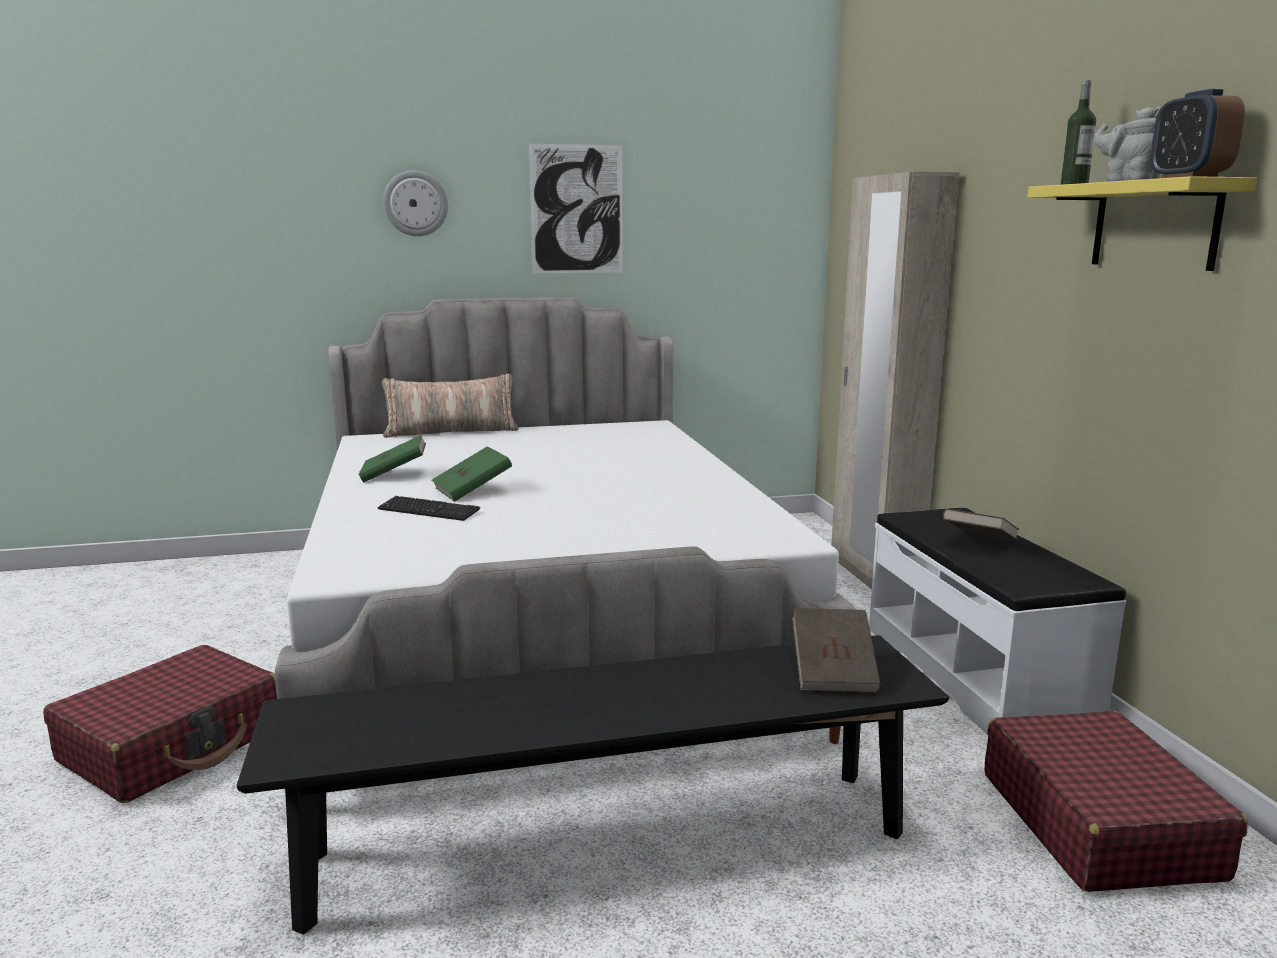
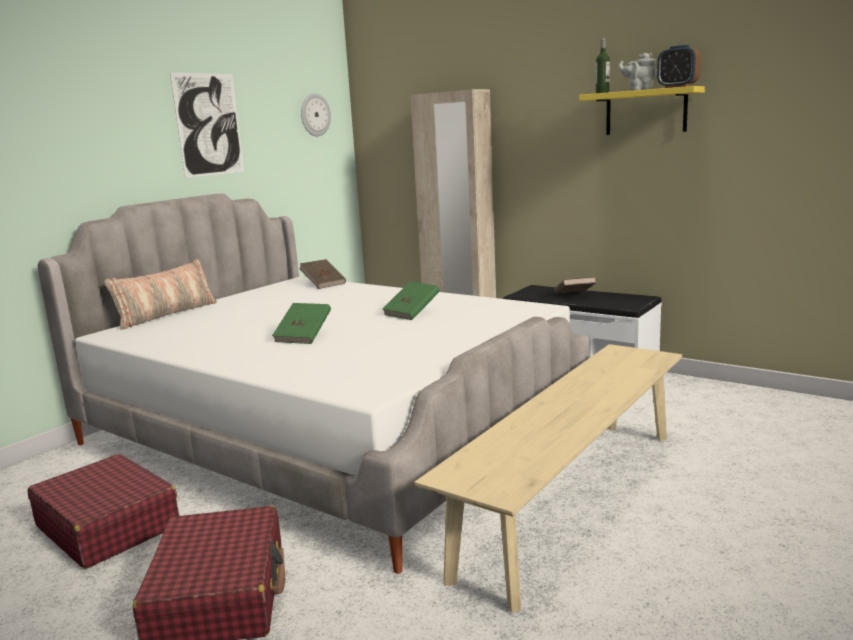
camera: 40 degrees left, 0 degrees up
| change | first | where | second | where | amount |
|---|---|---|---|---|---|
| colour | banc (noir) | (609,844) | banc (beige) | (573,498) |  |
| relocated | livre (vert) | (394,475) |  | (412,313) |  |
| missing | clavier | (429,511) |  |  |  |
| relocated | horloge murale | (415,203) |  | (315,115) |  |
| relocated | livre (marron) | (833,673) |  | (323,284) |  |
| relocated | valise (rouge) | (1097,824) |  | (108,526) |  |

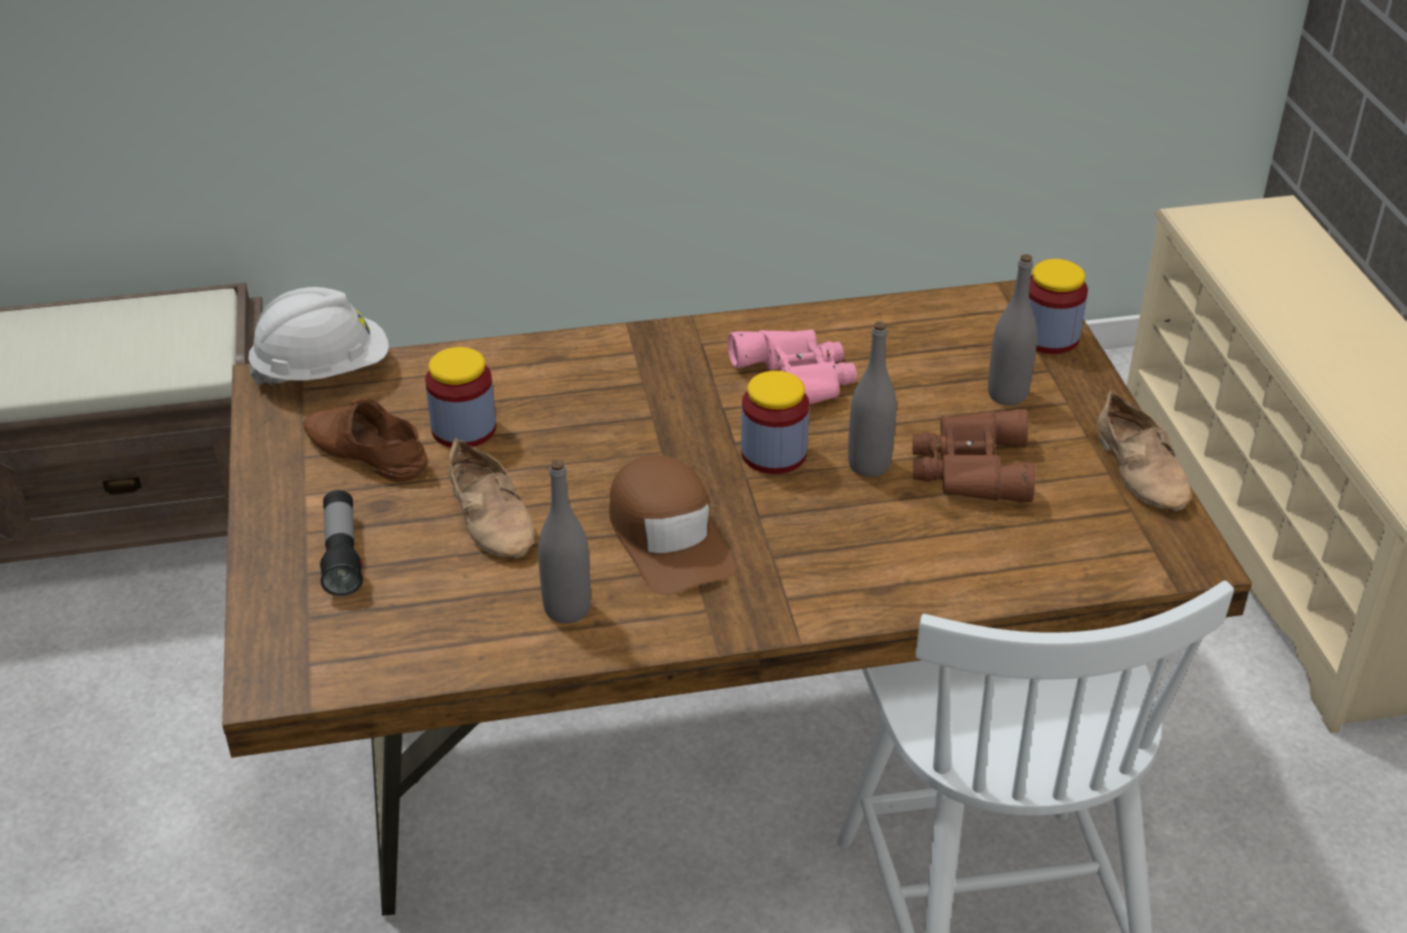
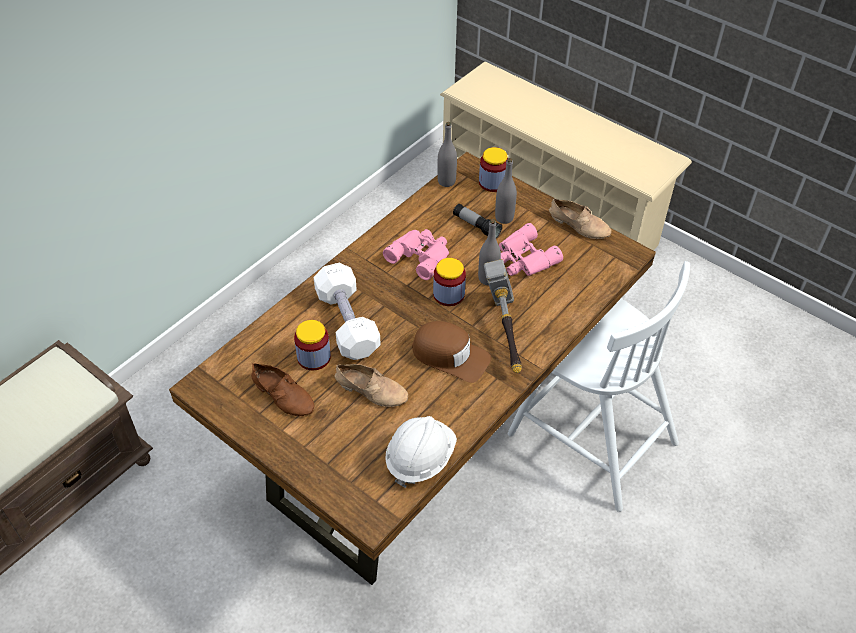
camera: 40 degrees left, 10 degrees up
| change | first | where | second | where | amount |
|---|---|---|---|---|---|
| relocated | casque de chantier (blanc) | (323,371) |  | (420,458) |  |
| spun | chaussure (marron) | (364,452) |  | (284,394) | 135 degrees counterclockwise |
| relocated | lampe de poche | (342,555) |  | (476,226) |  |
| relocated | bouteille (gris) | (567,609) |  | (446,181) |  |
| colour | jumelles (marron) | (969,468) | jumelles (rose) | (523,259) |  |
| appeared |  |  | haltère (blanc) | (347,323) |  |
| appeared |  |  | marteau | (504,331) |  |

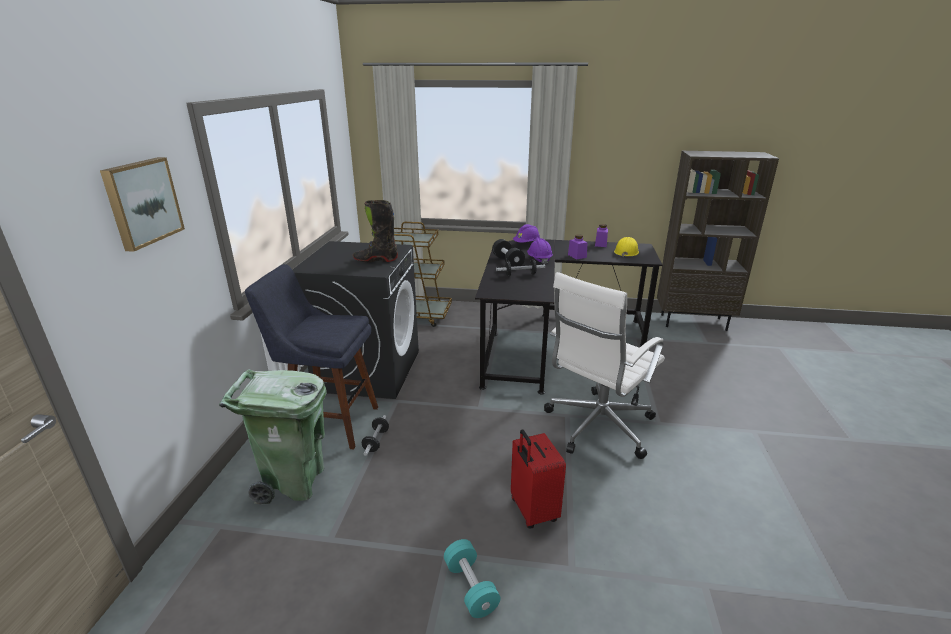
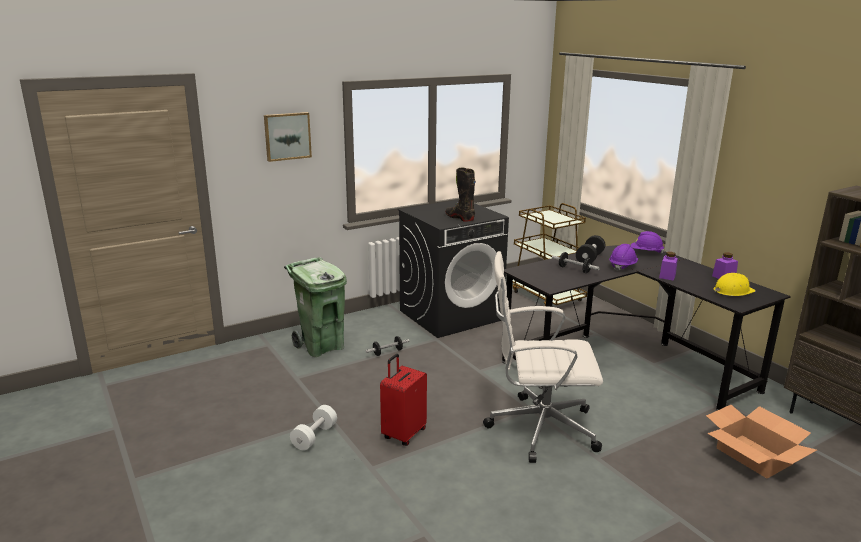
camera: 50 degrees right, 5 degrees down
| change | first | where | second | where | amount |
|---|---|---|---|---|---|
| missing | tabouret (bleu) | (329,422) |  |  |  |
| colour | haltère (turquoise) | (470,587) | haltère (blanc) | (314,436) |  |
| appeared |  |  | carton | (754,456) |  |

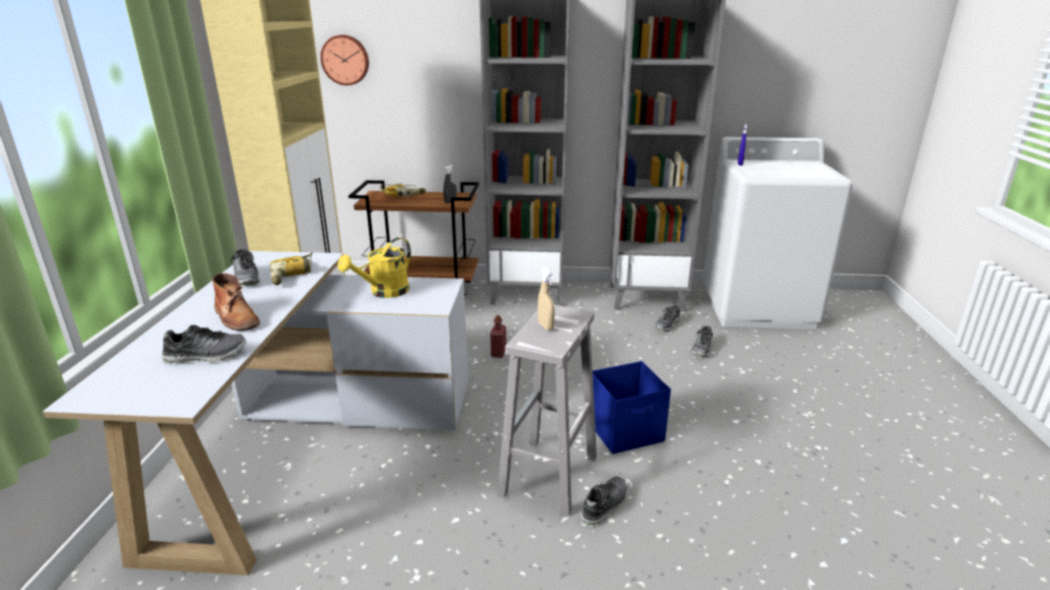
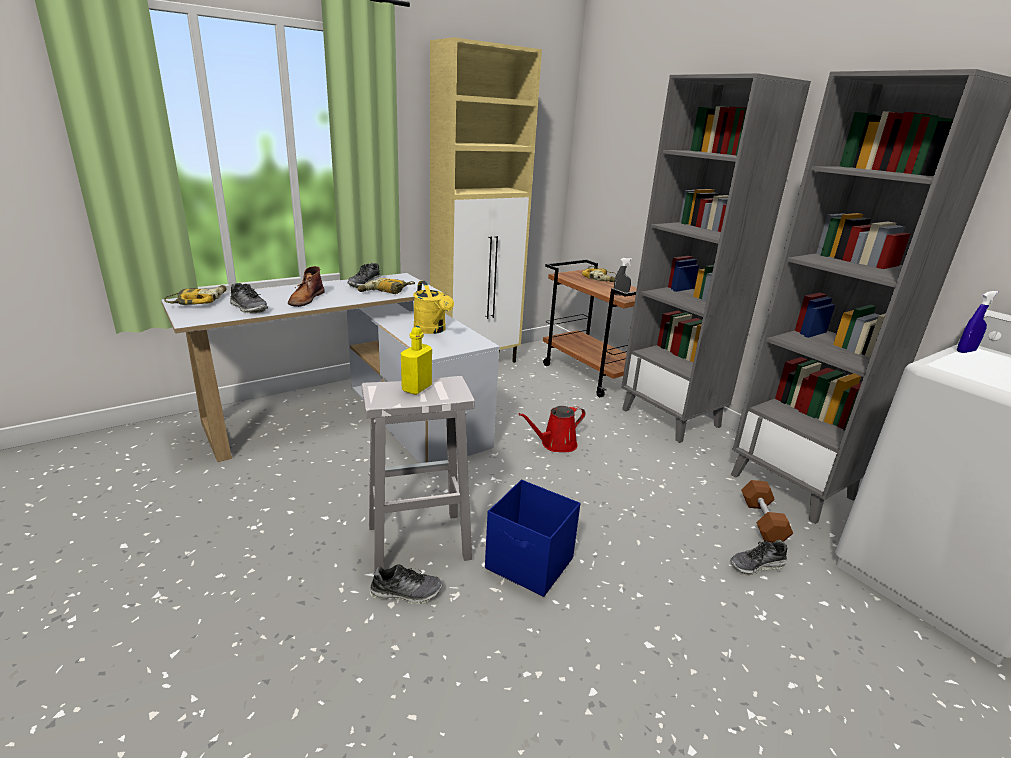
camera: 50 degrees right, 0 degrees up
| change | first | where | second | where | amount |
|---|---|---|---|---|---|
| missing | horloge murale | (345,60) |  |  |  |
| spun | arrosoir (jaune) | (384,292) |  | (432,330) | 120 degrees counterclockwise |
| exchanged | bouteille (rouge) | (498,353) | arrosoir (rouge) | (556,444) |  |
| exchanged | vaporisateur (beige) | (545,326) | bouteille (jaune) | (416,388) |  |
| exchanged | chaussure | (667,325) | haltère (marron) | (762,521) |  |
| appeared |  |  | perceuse | (199,301) |  |

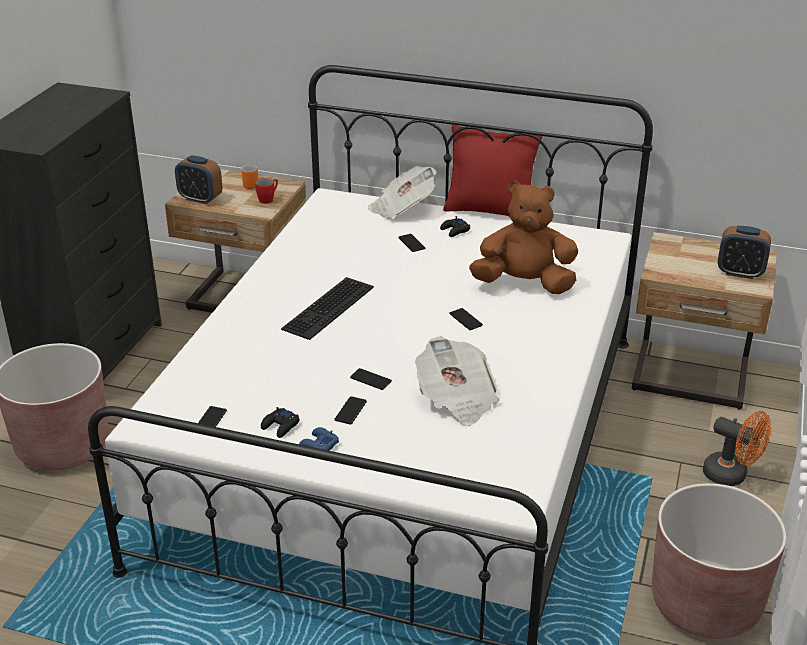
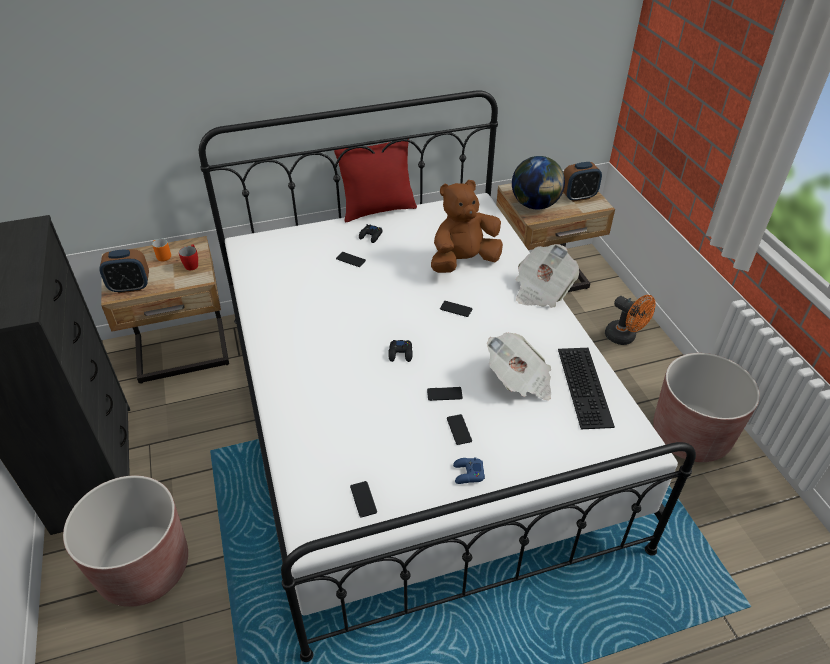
camera: 35 degrees left, 10 degrees up
| change | first | where | second | where | amount |
|---|---|---|---|---|---|
| relocated | manette (noir) | (280,426) |  | (400,353) |  |
| relocated | clavier | (330,309) |  | (587,387) |  |
| relocated | journal | (402,208) |  | (542,290) |  |
| spun | ventilateur (orange) | (732,475) |  | (624,337) | 45 degrees clockwise |
| appeared |  |  | globe | (535,205) |  |

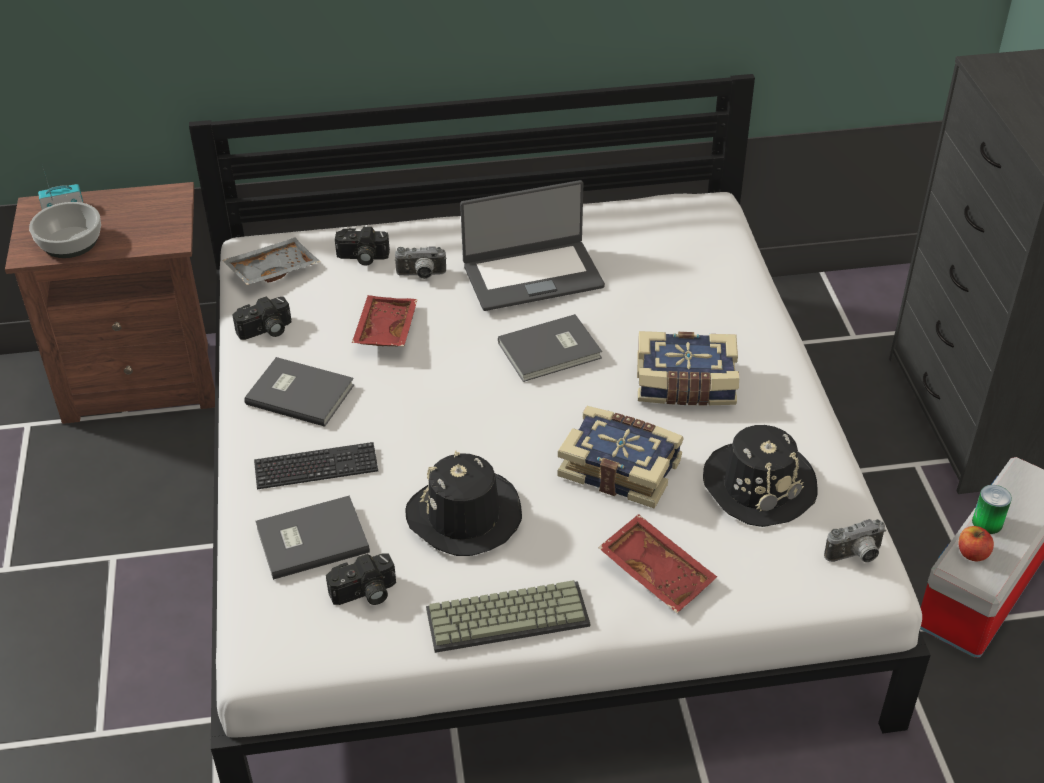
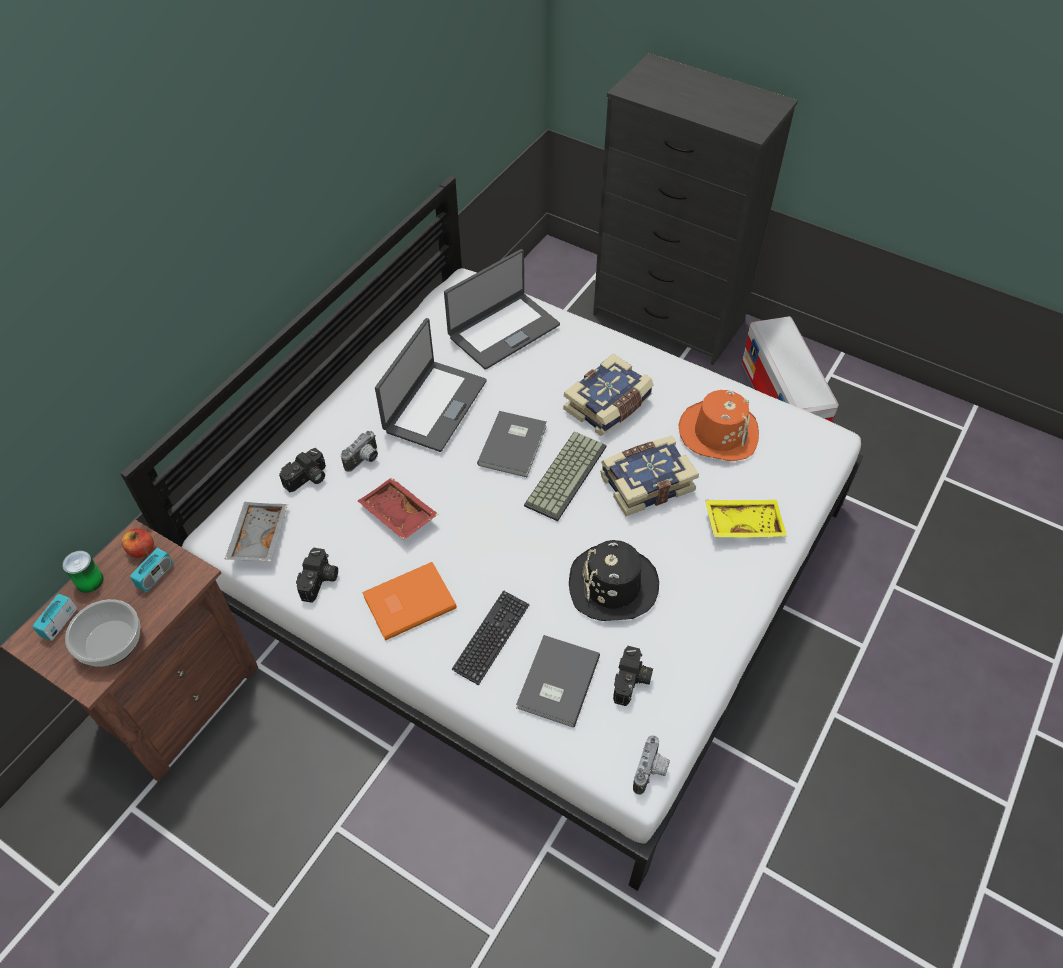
camera: 50 degrees left, 10 degrees up
| change | first | where | second | where | amount |
|---|---|---|---|---|---|
| colour | livre (gris) | (300,392) | livre (orange) | (407,601) |  |
| relocated | clavier | (508,615) |  | (564,474) |  |
| colour | plateau (rouge) | (657,571) | plateau (jaune) | (743,523) |  |
| colour | chapeau (noir) | (758,485) | chapeau (orange) | (718,432) |  |
| relocated | appareil photo | (856,556) |  | (651,772) |  |
| relocated | pomme | (972,553) |  | (141,550) |  |
| relocated | boîte métallique | (987,522) |  | (89,581) |  |
| appeared |  |  | radio | (155,576) |  |
| appeared |  |  | ordinateur portable | (503,330) |  |

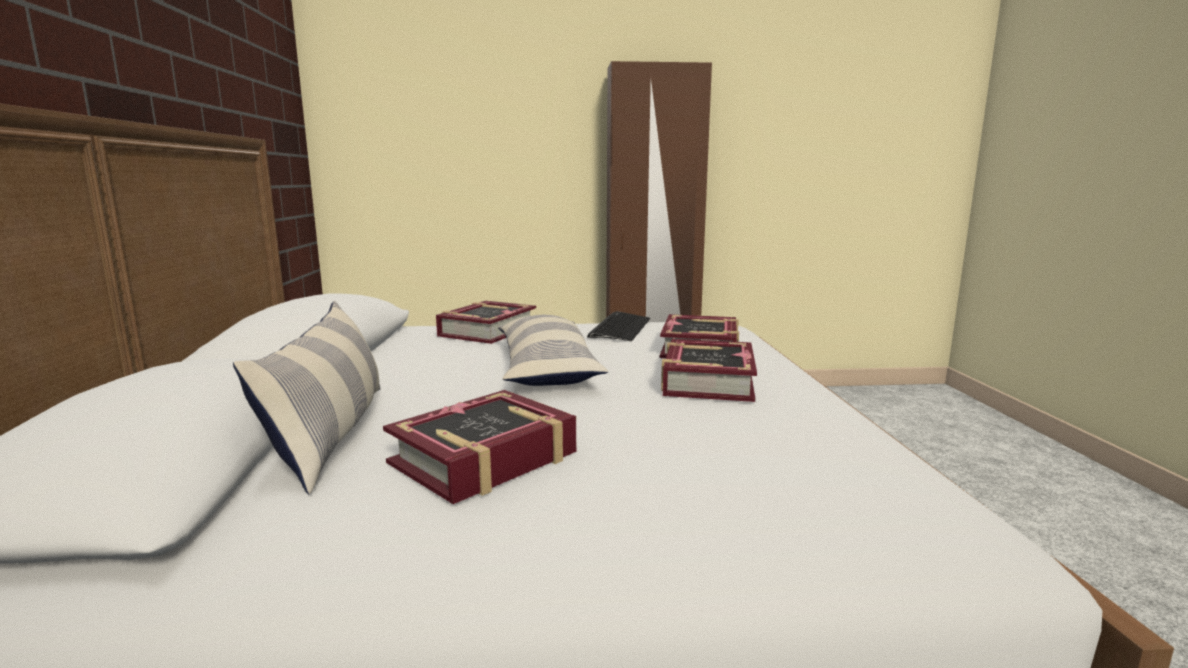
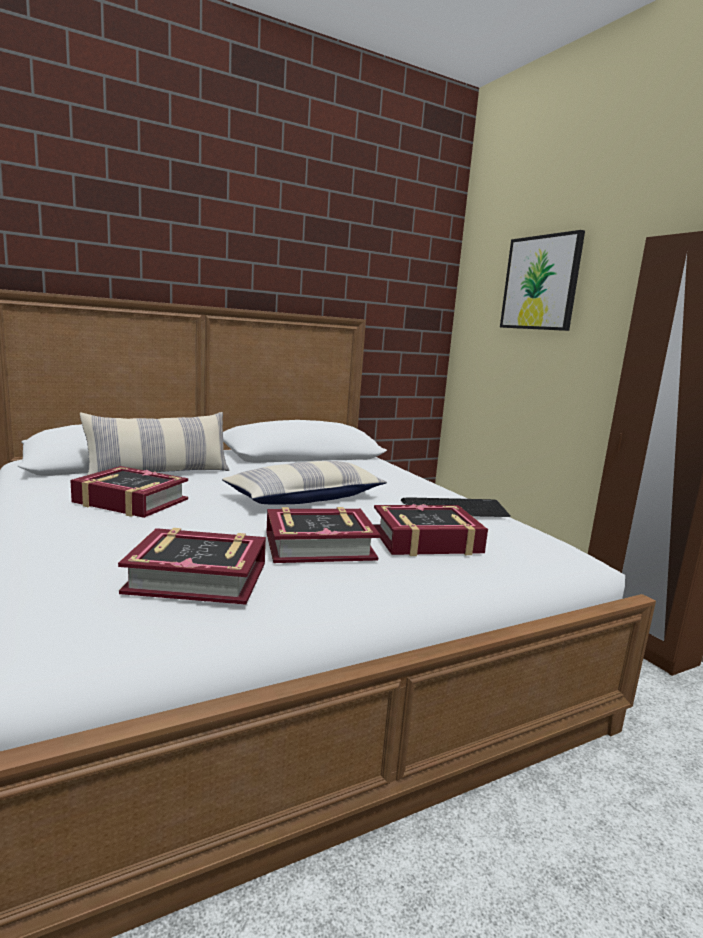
camera: 65 degrees right, 0 degrees up
| change | first | where | second | where | amount |
|---|---|---|---|---|---|
| relocated | livre | (487,331) |  | (198,578) |  |
| appeared |  |  | tableau | (541,283) |  |

